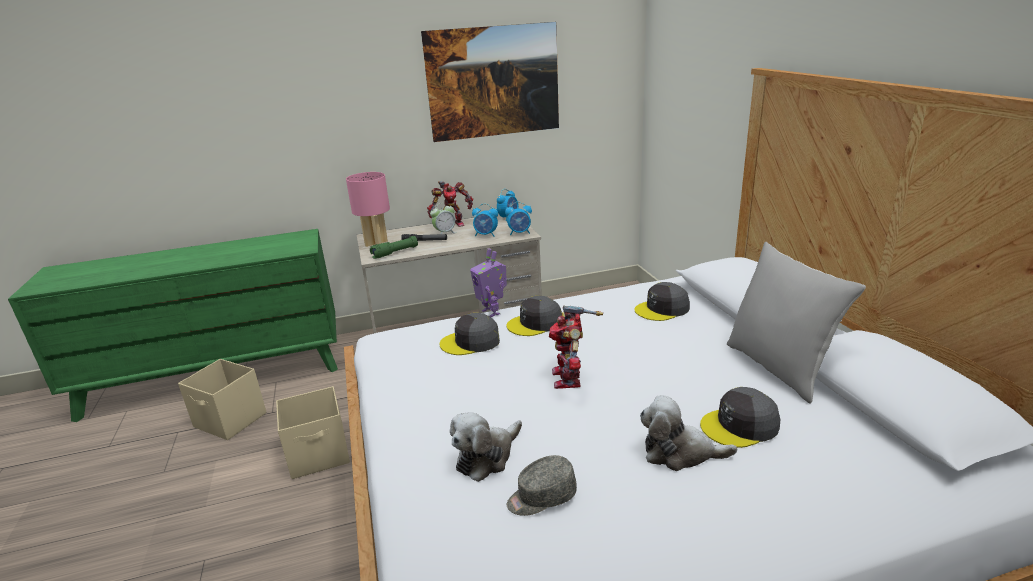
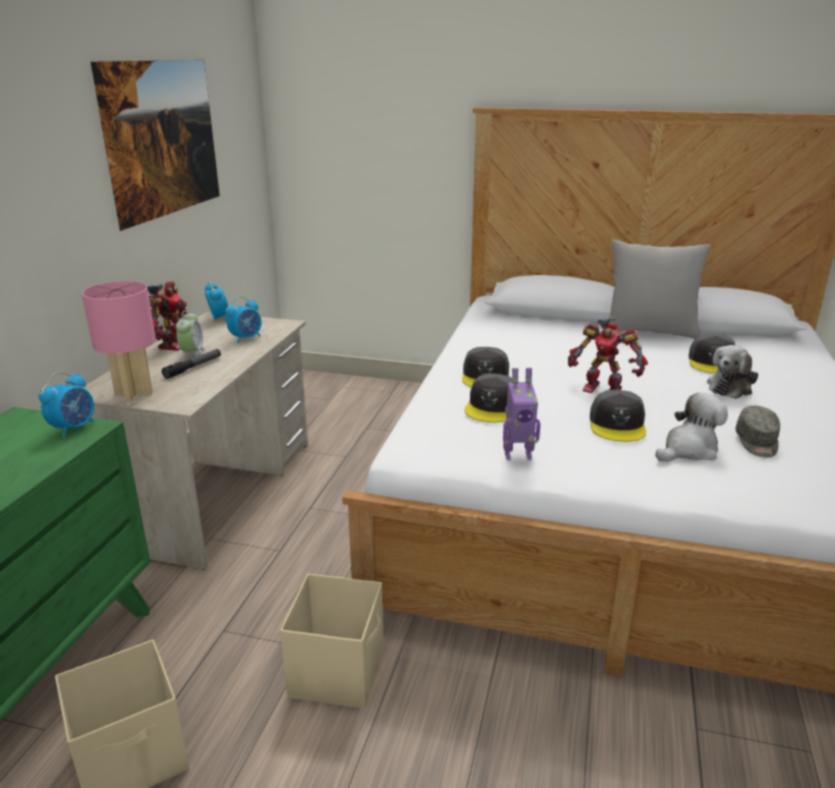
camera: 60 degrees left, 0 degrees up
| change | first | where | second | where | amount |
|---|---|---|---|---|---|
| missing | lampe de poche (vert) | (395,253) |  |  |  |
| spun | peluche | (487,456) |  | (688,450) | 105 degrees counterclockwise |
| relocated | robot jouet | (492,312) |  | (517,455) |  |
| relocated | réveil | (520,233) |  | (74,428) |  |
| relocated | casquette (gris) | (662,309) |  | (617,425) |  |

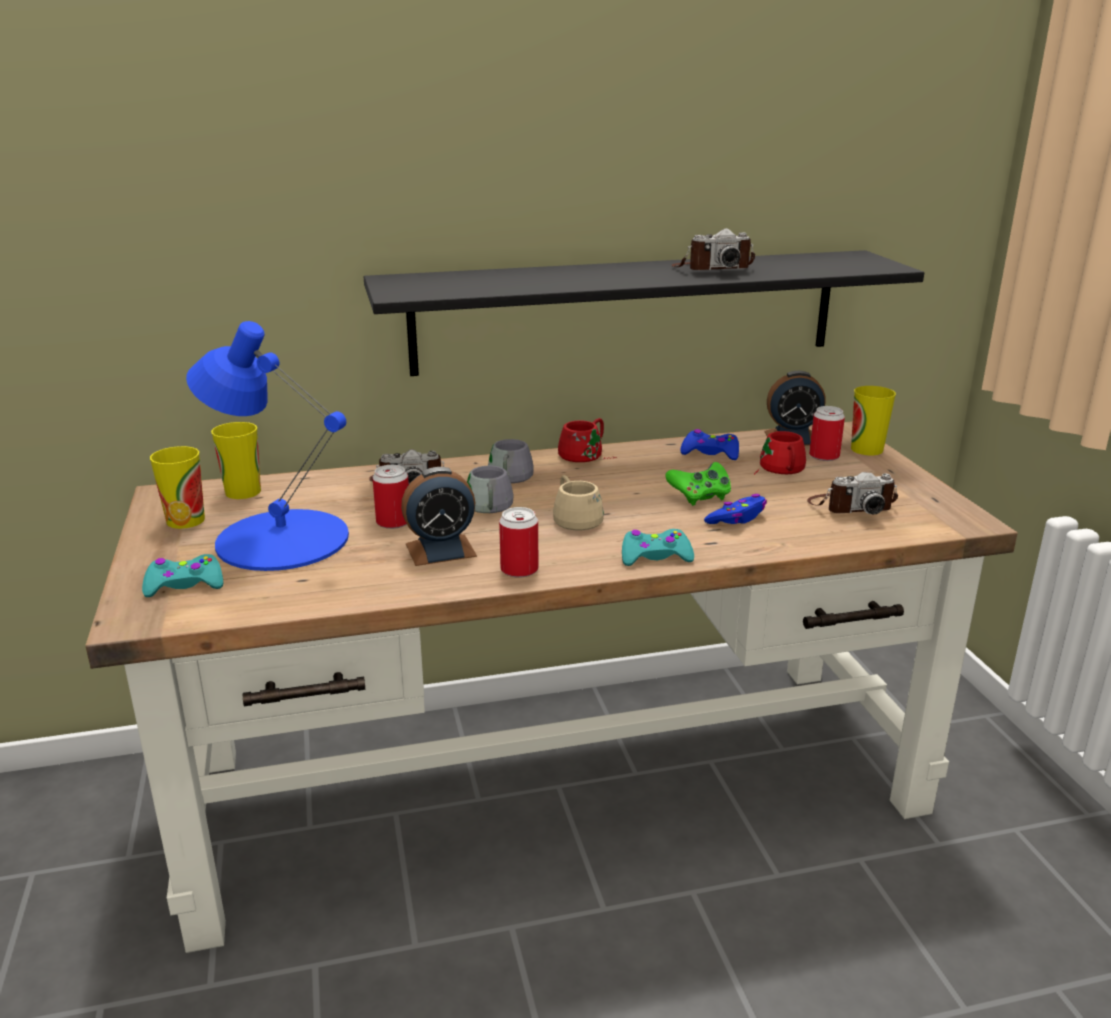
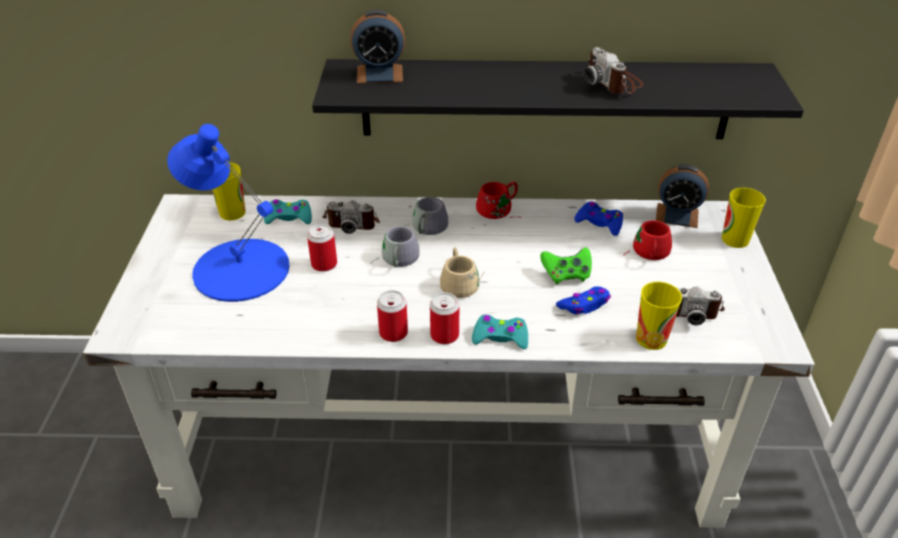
camera: 15 degrees right, 15 degrees up
| change | first | where | second | where | amount |
|---|---|---|---|---|---|
| colour | bureau (marron) | (558,782) | bureau (blanc) | (451,438) |  |
| relocated | manette (turquoise) | (184,585) |  | (289,217) |  |
| relocated | tasse | (185,520) |  | (651,338) |  |
| relocated | réveil | (440,550) |  | (379,74) |  |
| spun | appareil photo | (712,268) |  | (613,82) | 60 degrees clockwise |
| relocated | boîte métallique | (824,456) |  | (444,335) |  |

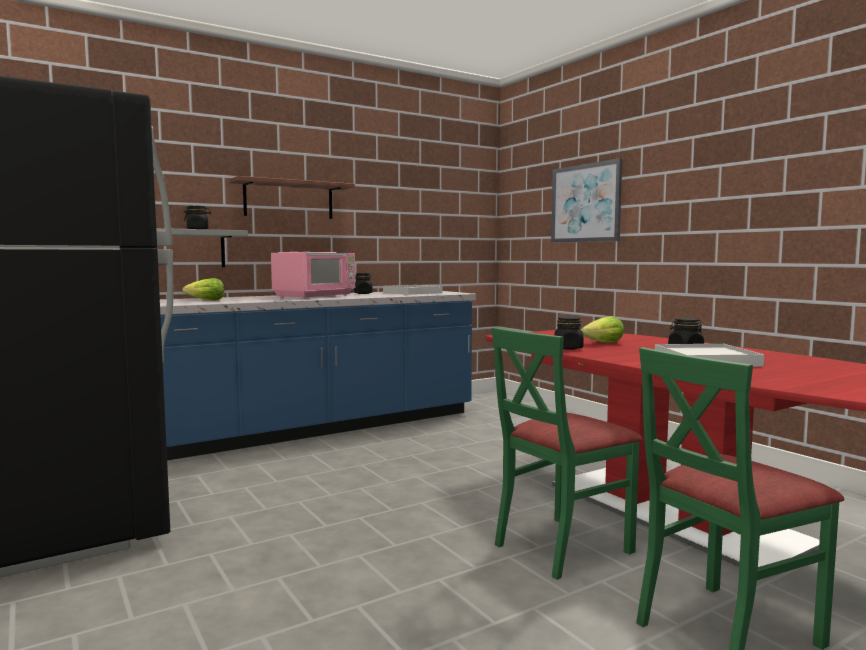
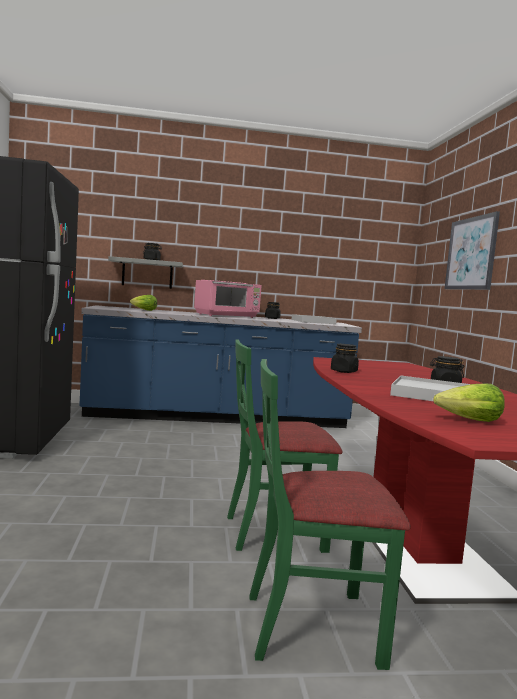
camera: 25 degrees right, 0 degrees up
| change | first | where | second | where | amount |
|---|---|---|---|---|---|
| missing | étagère | (289,200) |  |  |  |
| relocated | laitue | (603,343) |  | (470,420) |  |

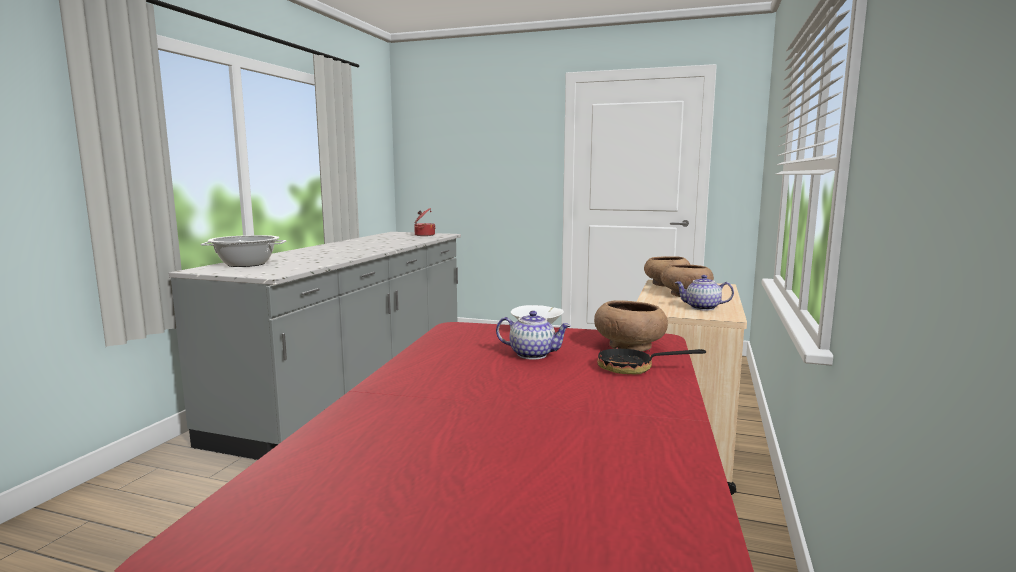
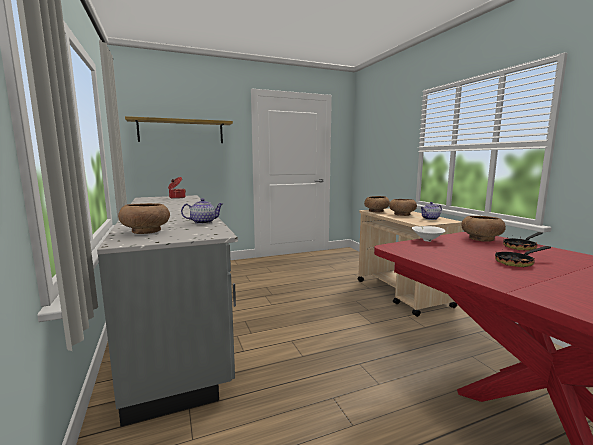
camera: 40 degrees left, 0 degrees up
| change | first | where | second | where | amount |
|---|---|---|---|---|---|
| exchanged | marmite | (246,264) | bol (marron) | (146,231) |  |
| relocated | théière | (533,354) |  | (203,222) |  |
| appeared |  |  | étagère | (181,131) |  |
| appeared |  |  | poêle | (518,263) |  |

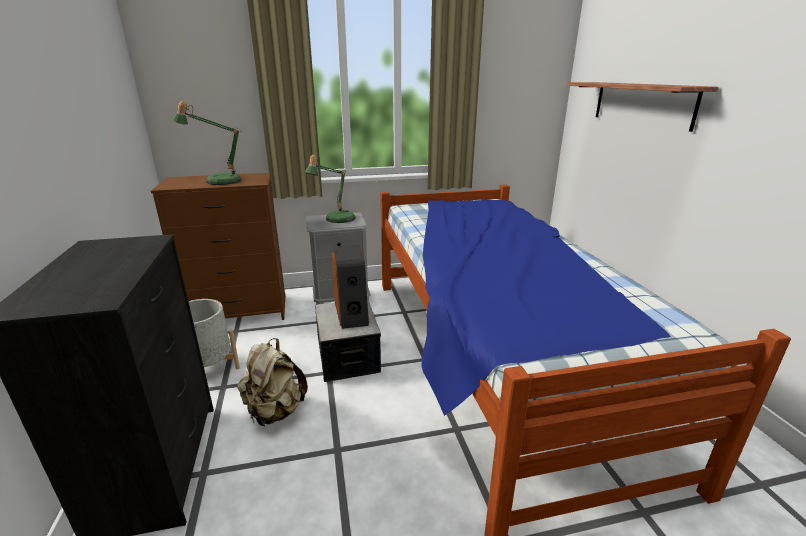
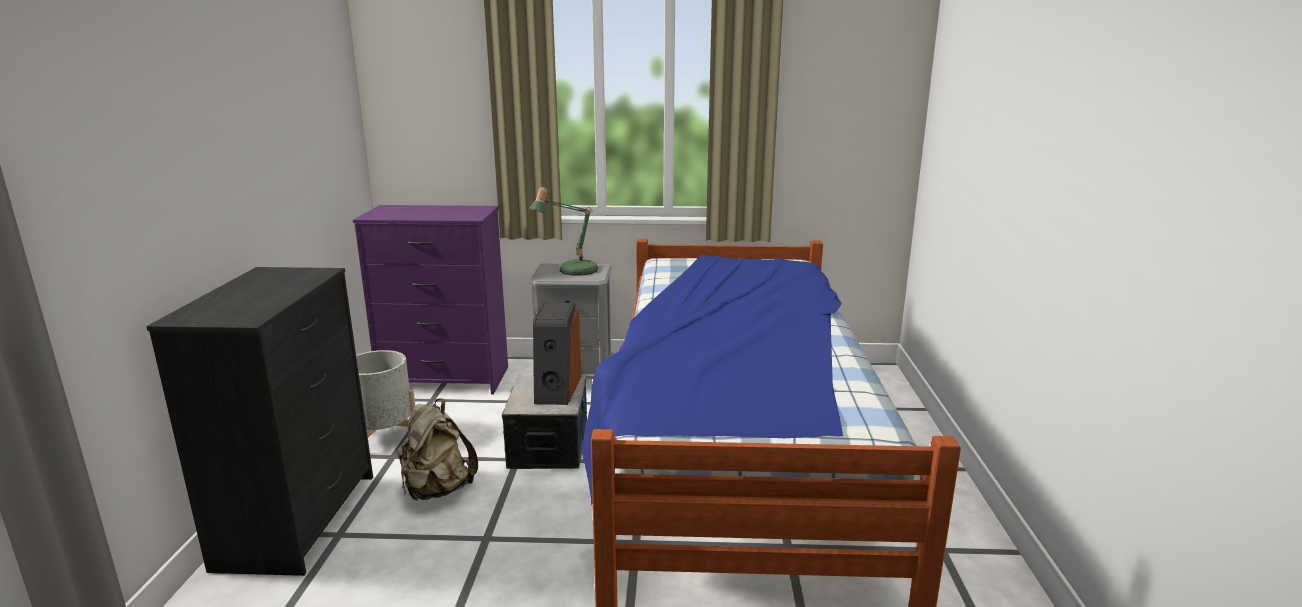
camera: 15 degrees right, 5 degrees down
| change | first | where | second | where | amount |
|---|---|---|---|---|---|
| colour | commode (marron) | (239,312) | commode (violet) | (444,379) |  |
| missing | lampe de table | (218,180) |  |  |  |
| missing | étagère | (642,104) |  |  |  |

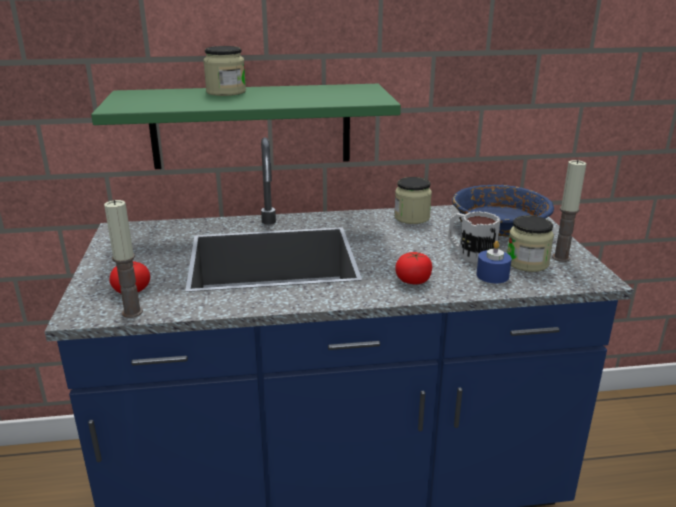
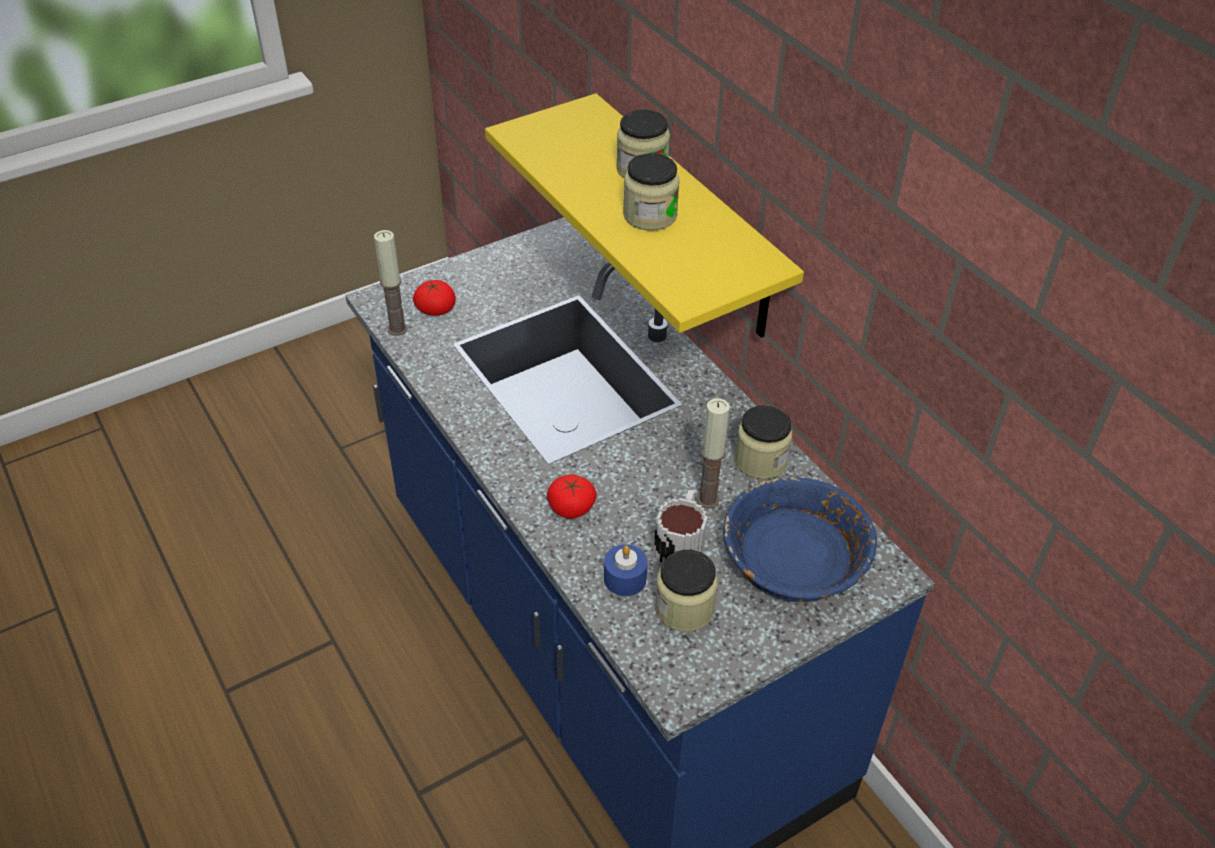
camera: 65 degrees right, 20 degrees up
| change | first | where | second | where | amount |
|---|---|---|---|---|---|
| colour | étagère (vert) | (251,126) | étagère (jaune) | (688,219) |  |
| relocated | bougie | (561,258) |  | (707,499) |  |
| appeared |  |  | bocal | (650,215) |  |

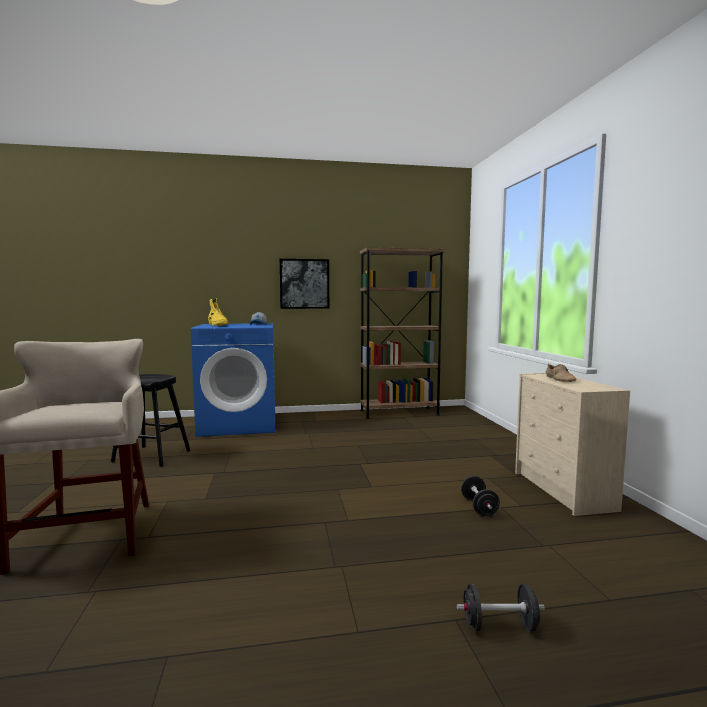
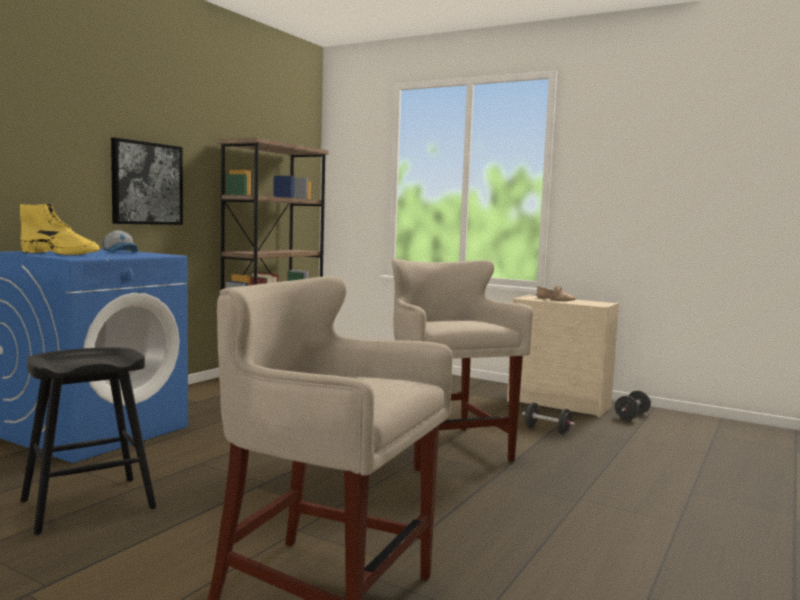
camera: 50 degrees left, 0 degrees up
| change | first | where | second | where | amount |
|---|---|---|---|---|---|
| relocated | haltère (noir) | (499,625) |  | (632,416) |  |
| appeared |  |  | tabouret (beige) | (446,448) |  |

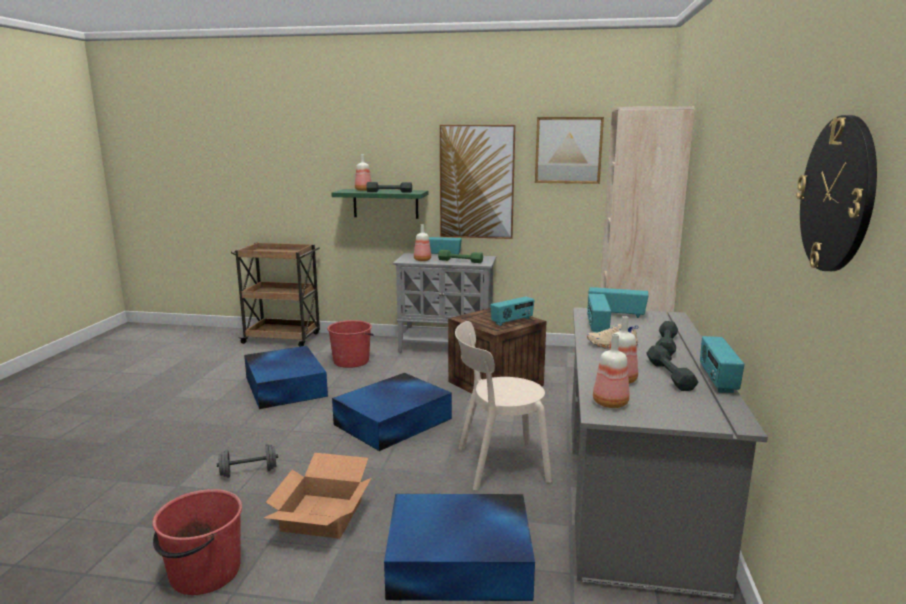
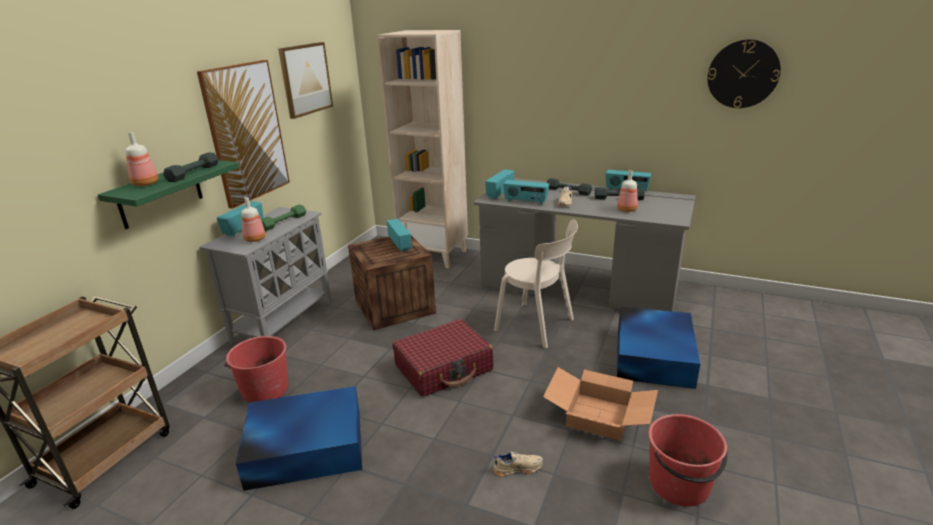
camera: 75 degrees left, 10 degrees up
| change | first | where | second | where | amount |
|---|---|---|---|---|---|
| exchanged | haltère (gris) | (249,472) | chaussure (beige) | (517,468) |  |
| exchanged | boîte de rangement (bleu) | (394,421) | valise (rouge) | (444,368) |  |
| spun | chaise (beige) | (497,465) |  | (537,326) | 60 degrees counterclockwise |
| missing | bouteille | (611,404) |  |  |  |

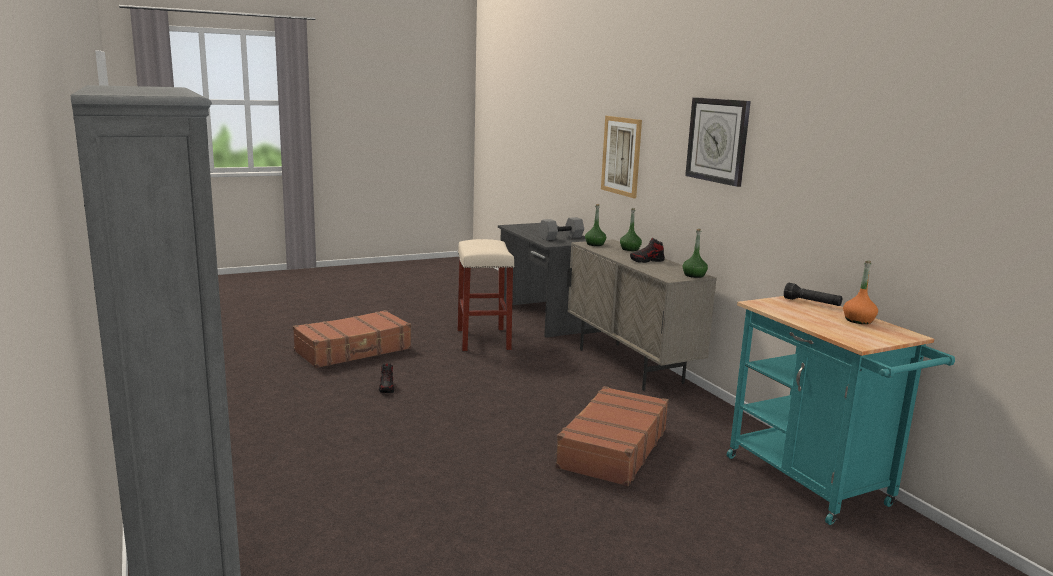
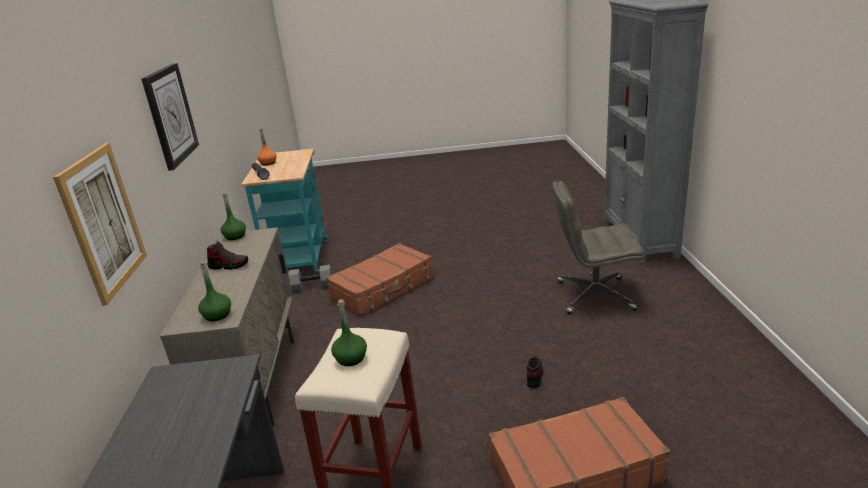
camera: 155 degrees left, 10 degrees up
| change | first | where | second | where | amount |
|---|---|---|---|---|---|
| relocated | haltère (gris) | (561,237) |  | (312,286) |  |
| relocated | bouteille (vert) | (630,249) |  | (351,358) |  |
| appeared |  |  | chaise de bureau (gris) | (594,296) |  |

